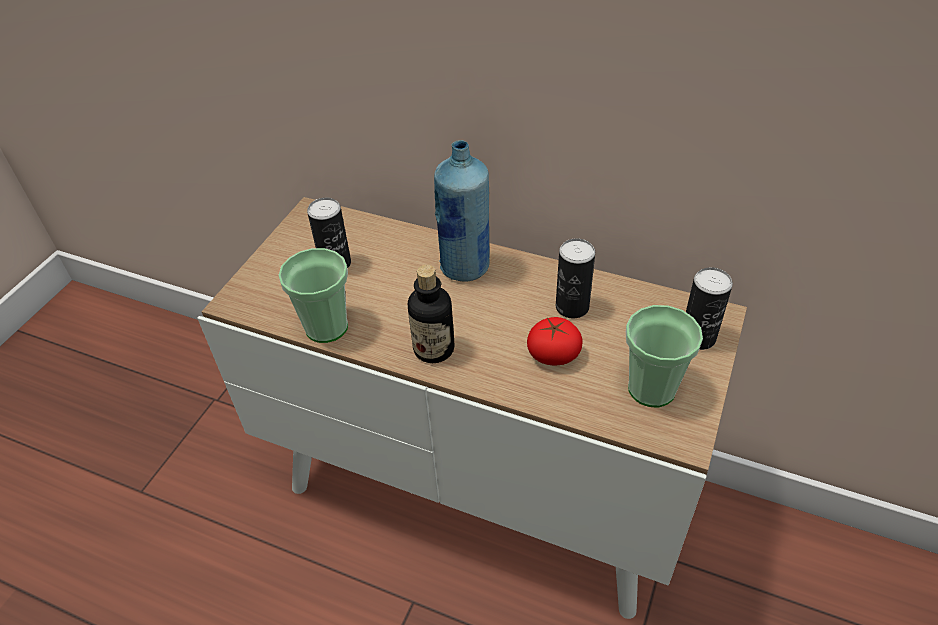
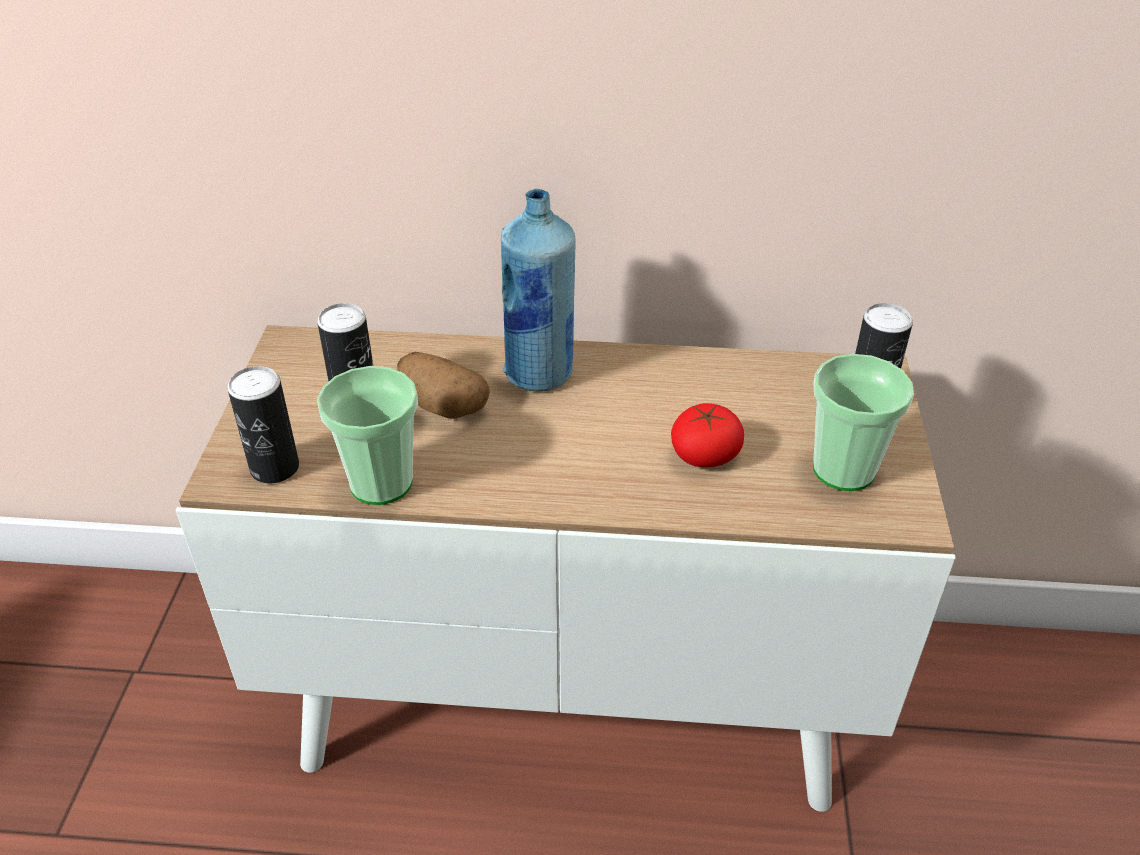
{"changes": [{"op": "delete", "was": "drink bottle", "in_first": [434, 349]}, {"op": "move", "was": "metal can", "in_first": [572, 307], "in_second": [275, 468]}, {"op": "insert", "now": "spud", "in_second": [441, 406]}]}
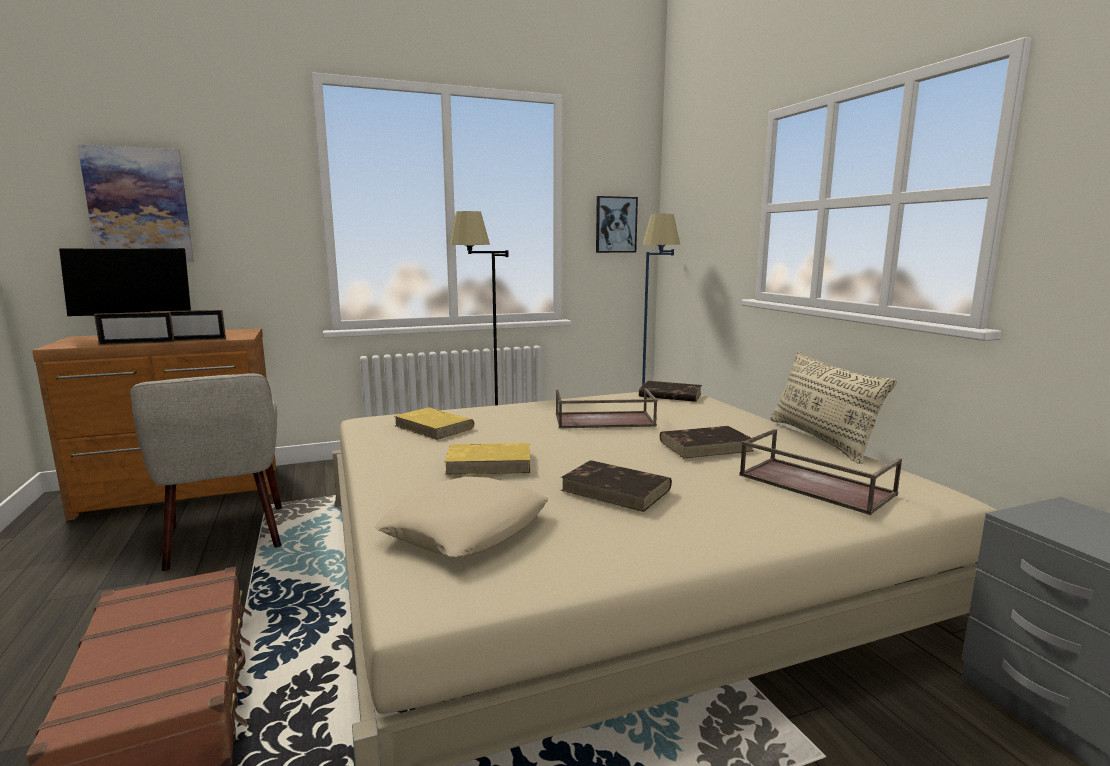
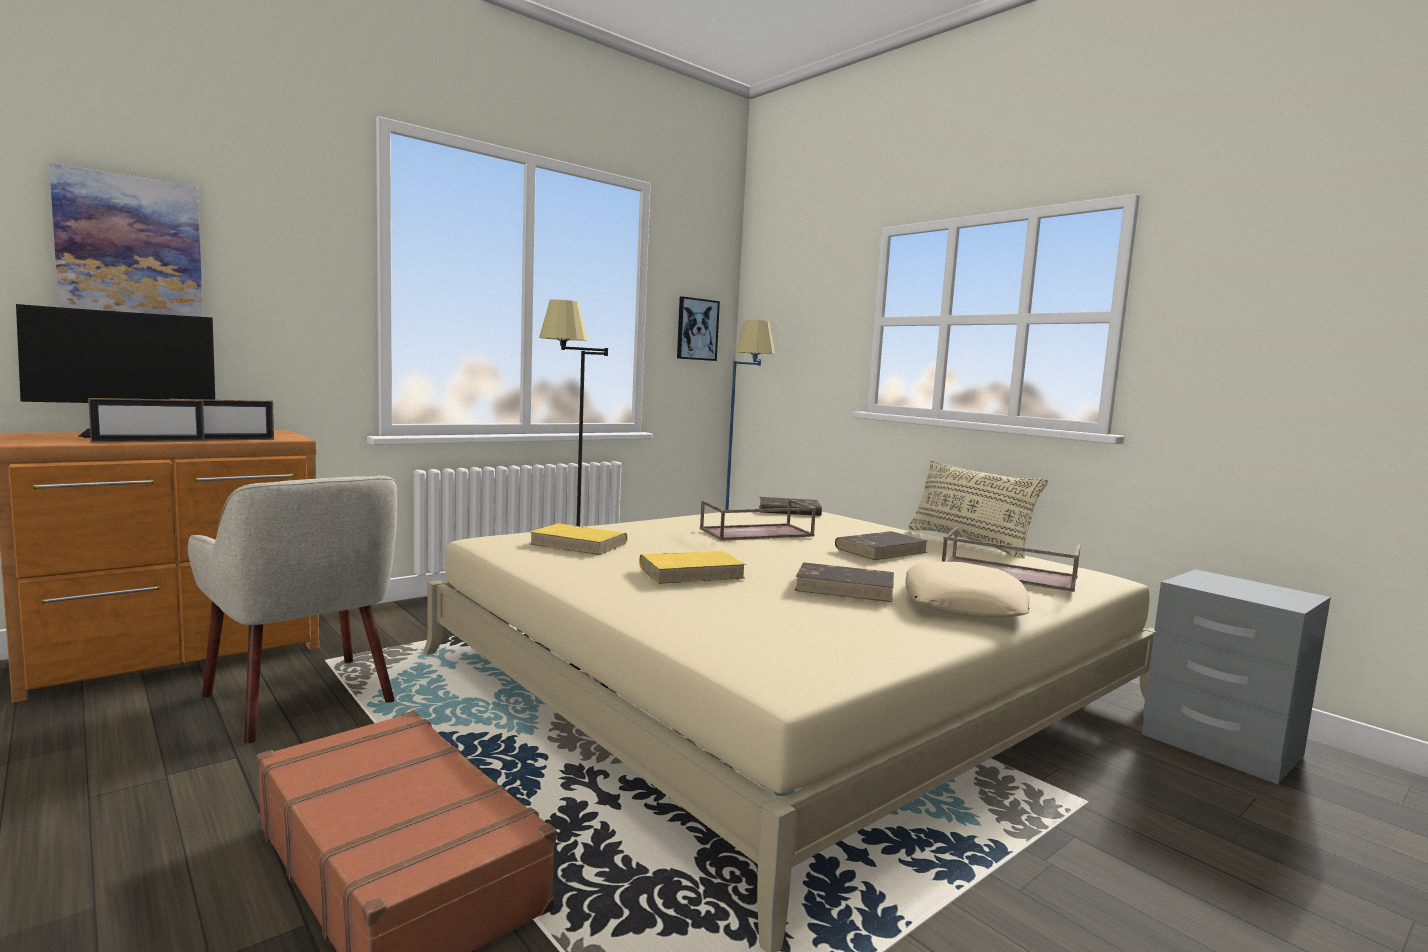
{"changes": [{"op": "move", "was": "beige throw pillow", "in_first": [466, 529], "in_second": [963, 604]}]}
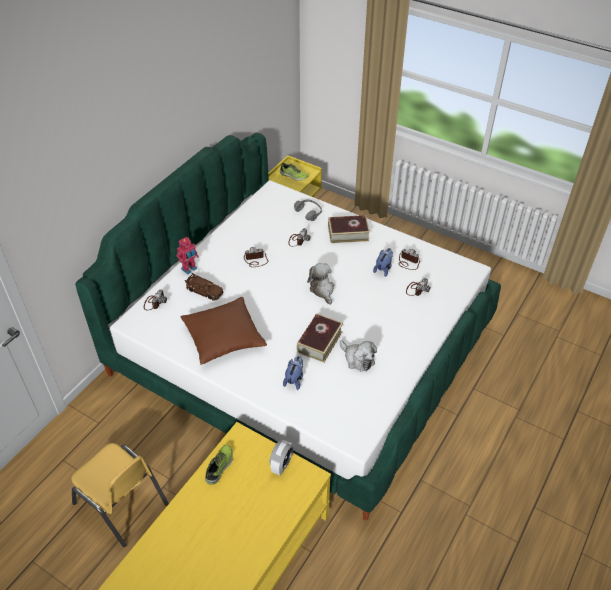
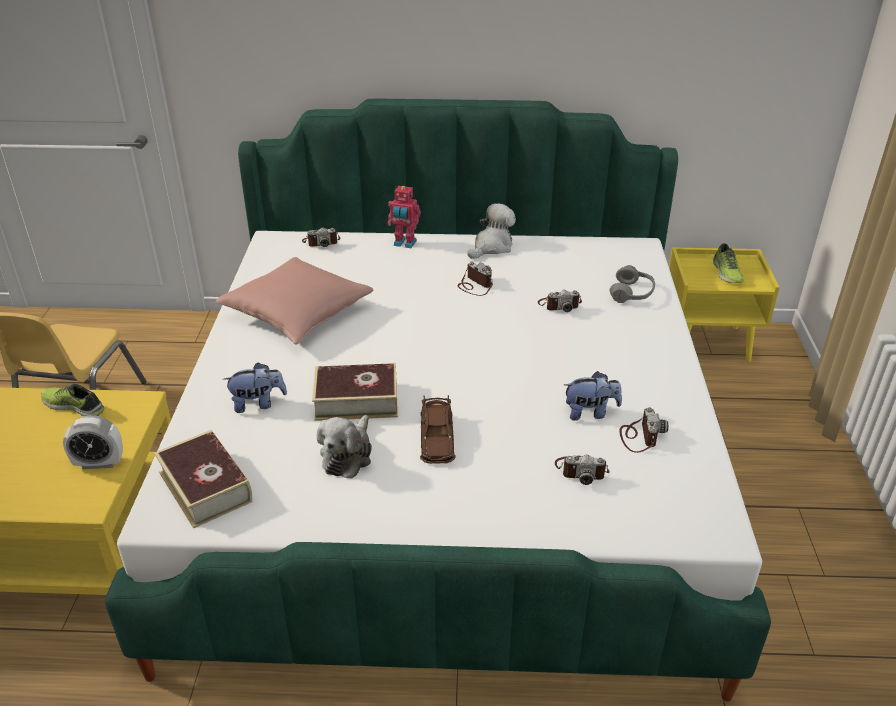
{"changes": [{"op": "recolor", "was": "brown throw pillow", "now": "pinkish throw pillow", "in_first": [223, 338], "in_second": [297, 313]}, {"op": "move", "was": "brown toy car", "in_first": [204, 290], "in_second": [437, 438]}, {"op": "rotate", "was": "low shoe", "in_first": [220, 466], "in_second": [74, 406], "clockwise": -150}, {"op": "move", "was": "plush toy", "in_first": [322, 290], "in_second": [492, 247]}, {"op": "move", "was": "bound book", "in_first": [348, 233], "in_second": [205, 487]}]}
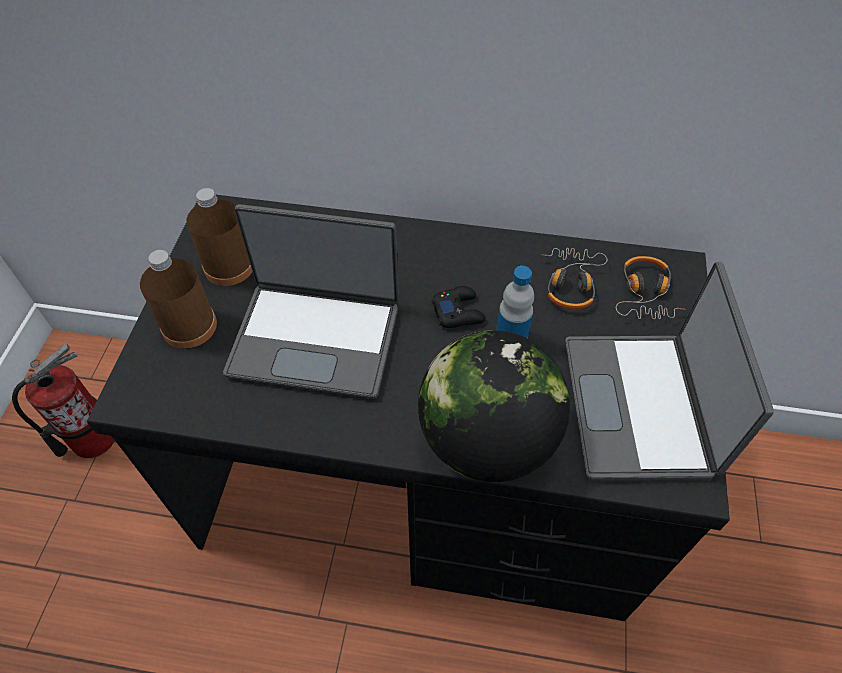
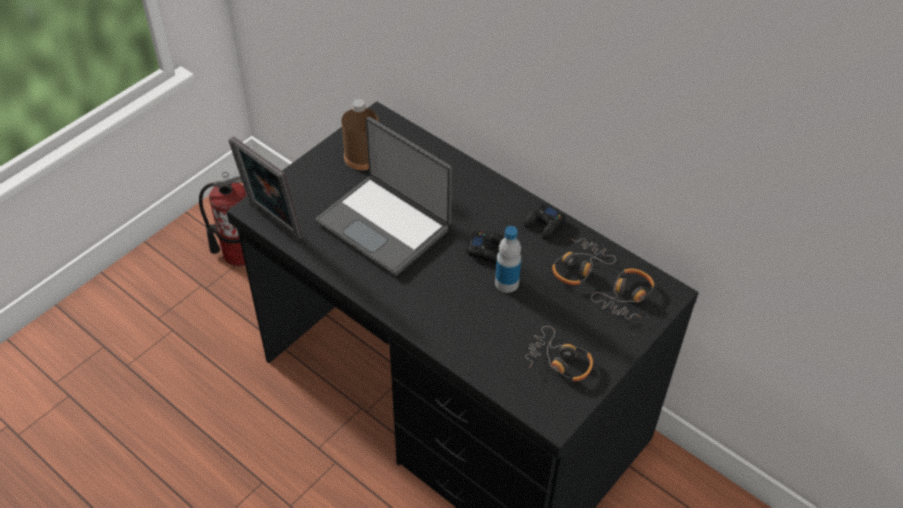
{"changes": [{"op": "delete", "was": "brown drink bottle", "in_first": [189, 326]}, {"op": "delete", "was": "globe", "in_first": [487, 440]}, {"op": "replace", "was": "portable computer", "now": "pair of headphones", "in_first": [640, 407], "in_second": [559, 361]}, {"op": "insert", "now": "picture frame", "in_second": [272, 223]}, {"op": "insert", "now": "blackish gamepad", "in_second": [544, 224]}]}
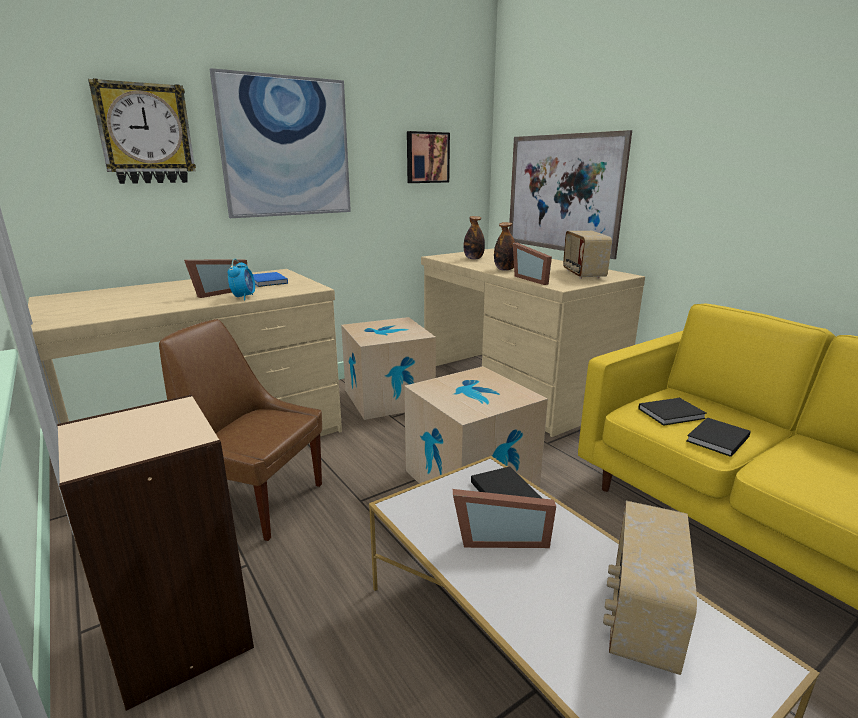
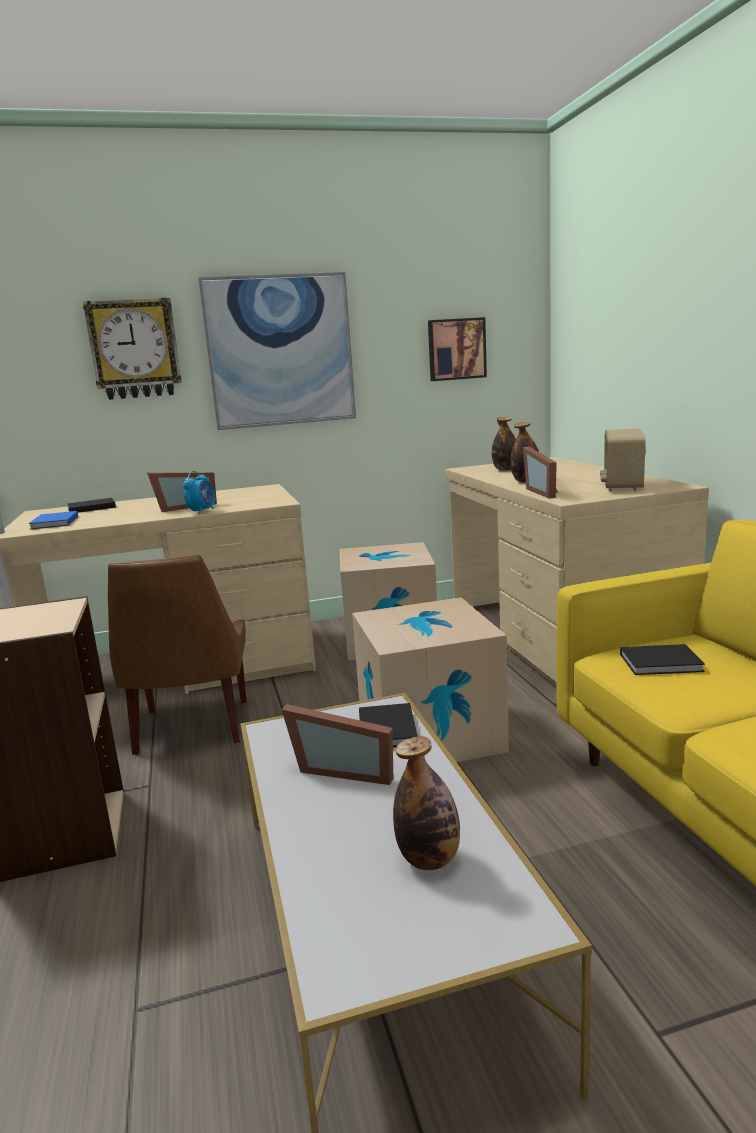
{"changes": [{"op": "rotate", "was": "brown upright chair", "in_first": [257, 501], "in_second": [192, 729], "clockwise": -135}, {"op": "move", "was": "blue bound book", "in_first": [267, 281], "in_second": [53, 523]}, {"op": "delete", "was": "wall art", "in_first": [562, 193]}, {"op": "replace", "was": "radio receiver", "now": "drink bottle", "in_first": [640, 617], "in_second": [429, 859]}, {"op": "move", "was": "blackish bound book", "in_first": [716, 439], "in_second": [90, 508]}]}
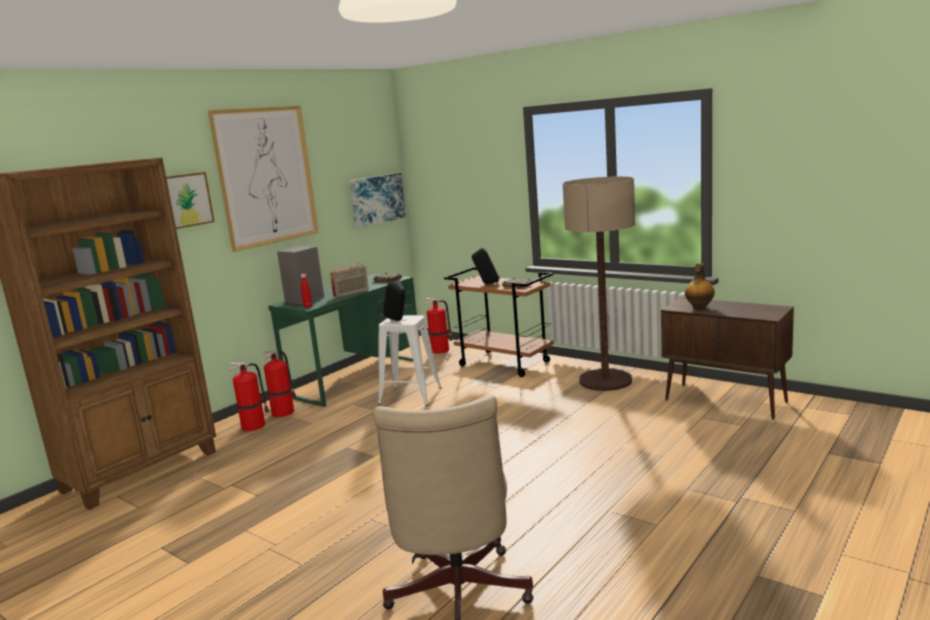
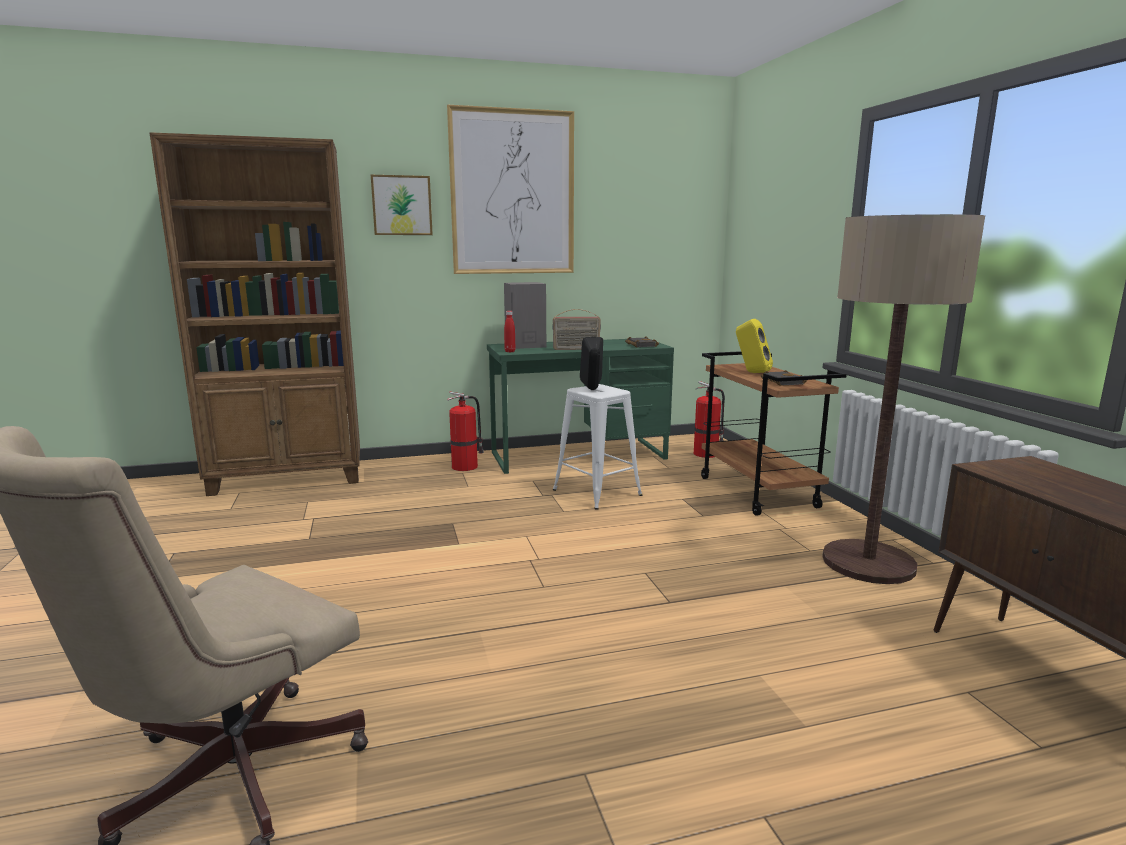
{"changes": [{"op": "delete", "was": "extinguisher", "in_first": [254, 426]}, {"op": "delete", "was": "wall art", "in_first": [376, 199]}, {"op": "recolor", "was": "blackish speaker", "now": "yellowish speaker", "in_first": [487, 283], "in_second": [751, 372]}, {"op": "delete", "was": "drink bottle", "in_first": [699, 308]}]}
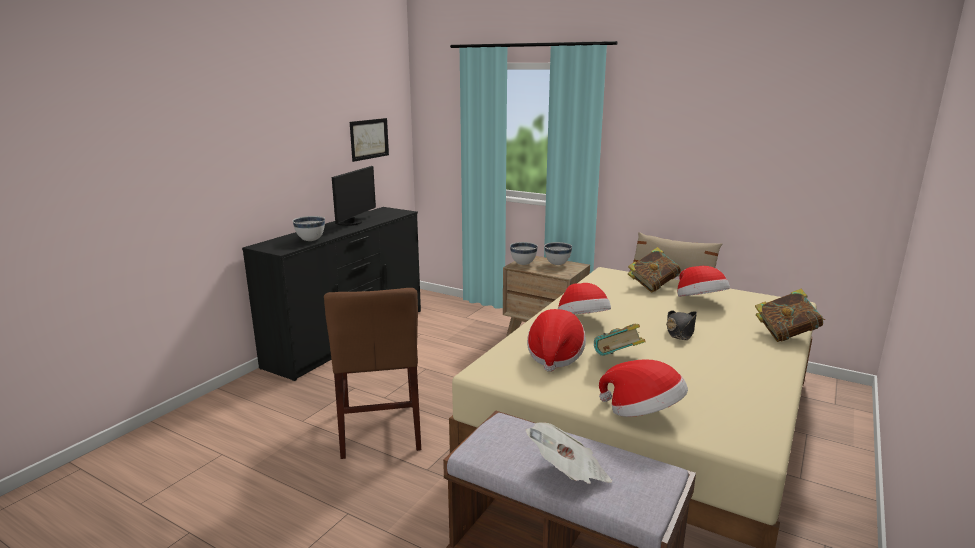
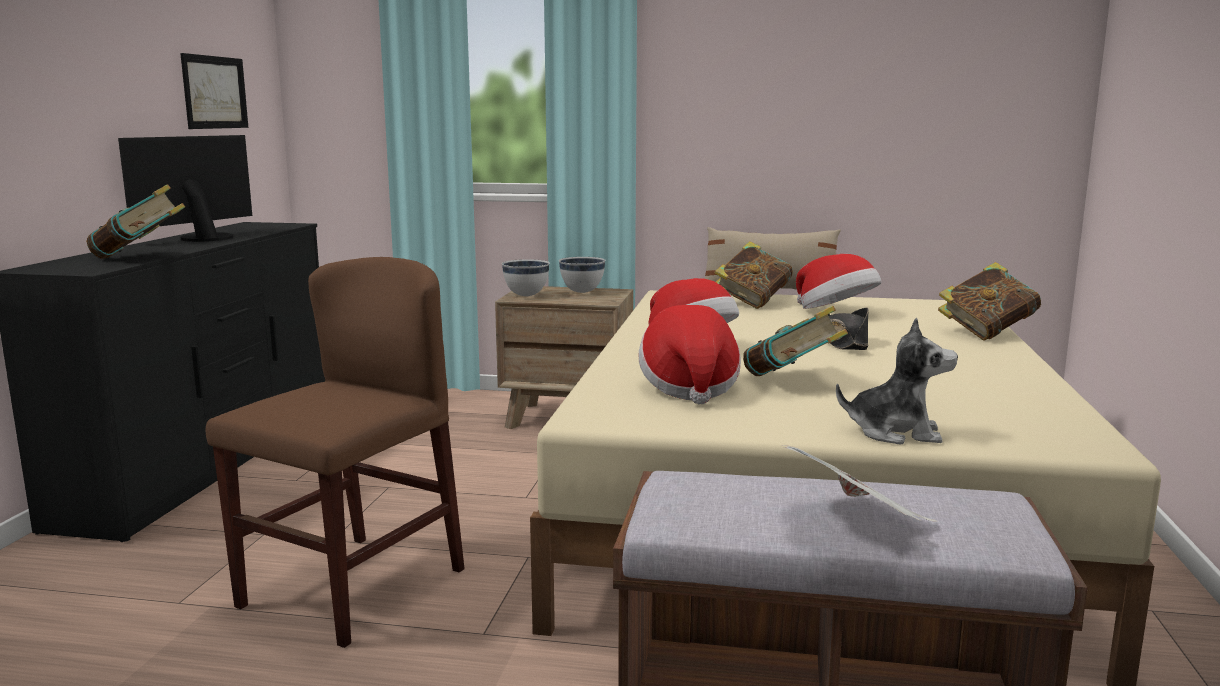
{"changes": [{"op": "replace", "was": "white-coloured deep dish", "now": "bound book", "in_first": [311, 240], "in_second": [139, 258]}, {"op": "rotate", "was": "brown upright chair", "in_first": [380, 428], "in_second": [353, 587], "clockwise": -120}, {"op": "rotate", "was": "computer display", "in_first": [352, 222], "in_second": [203, 238], "clockwise": -150}, {"op": "replace", "was": "wearable hat", "now": "plush toy", "in_first": [642, 413], "in_second": [895, 432]}]}
